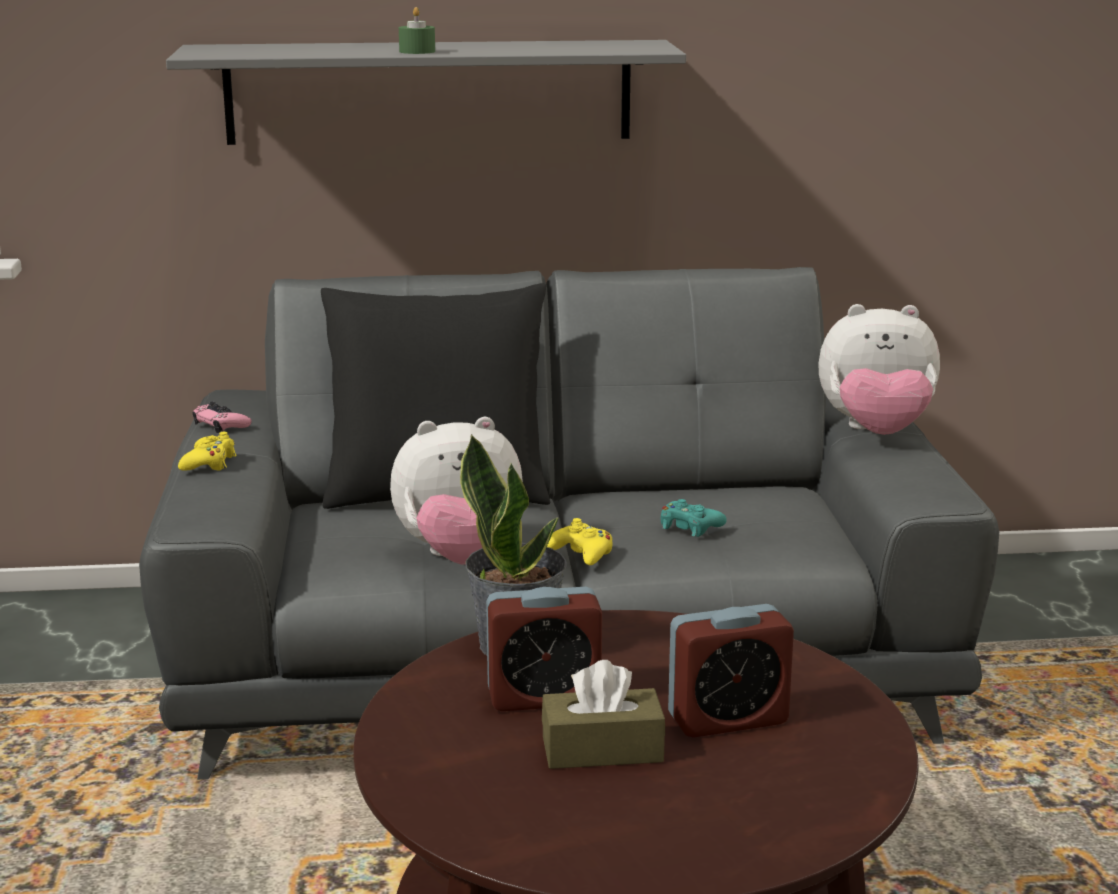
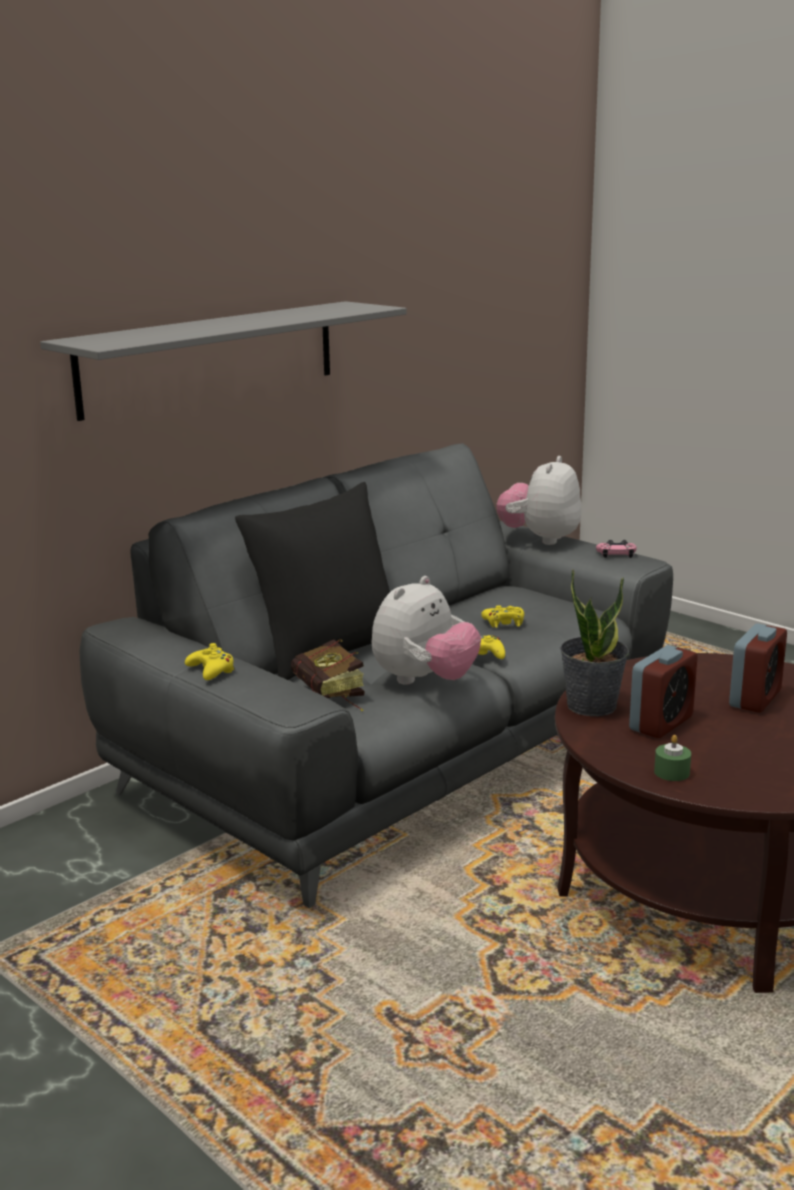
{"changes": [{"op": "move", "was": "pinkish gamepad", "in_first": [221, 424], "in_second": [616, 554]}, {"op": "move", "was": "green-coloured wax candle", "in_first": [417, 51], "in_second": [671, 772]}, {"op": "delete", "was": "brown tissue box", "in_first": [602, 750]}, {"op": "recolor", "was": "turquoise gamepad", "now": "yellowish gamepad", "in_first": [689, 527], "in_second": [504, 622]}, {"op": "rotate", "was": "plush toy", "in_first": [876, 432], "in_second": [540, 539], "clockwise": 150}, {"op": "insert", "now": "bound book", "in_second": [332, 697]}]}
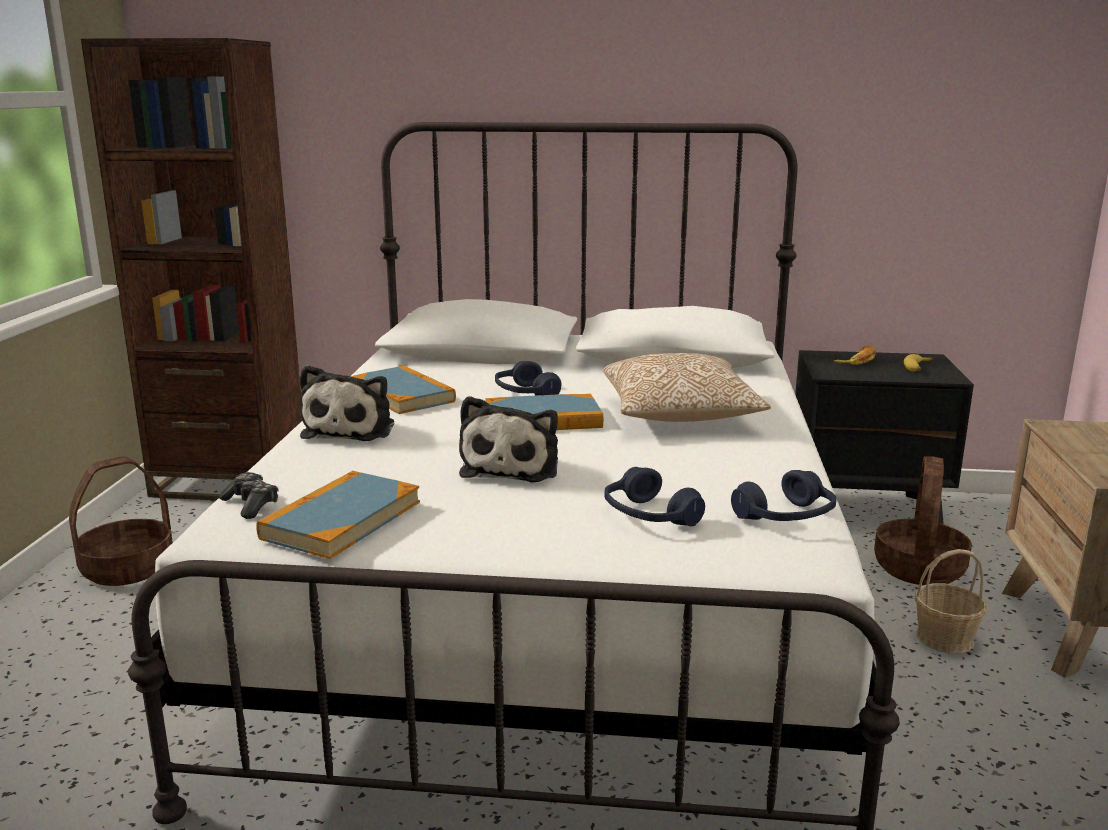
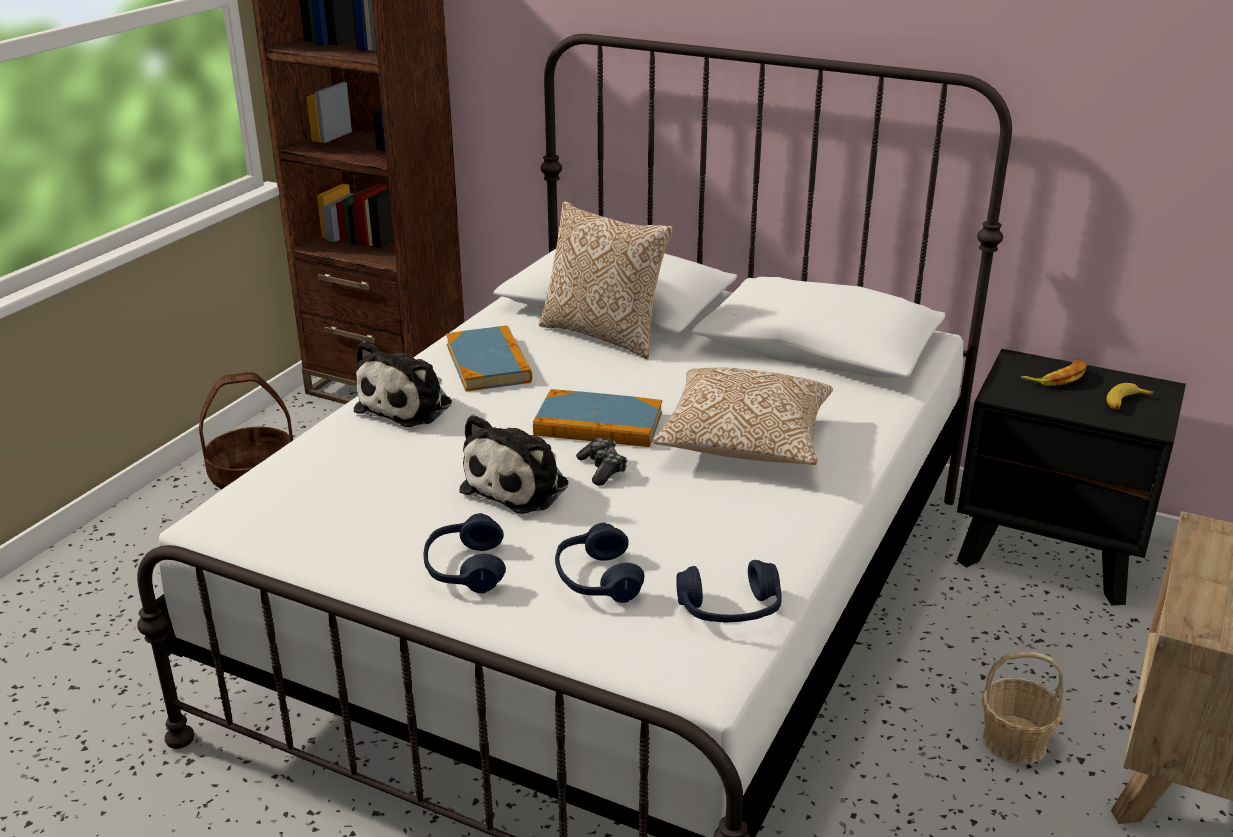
{"changes": [{"op": "move", "was": "gamepad", "in_first": [251, 505], "in_second": [602, 469]}, {"op": "delete", "was": "bound book", "in_first": [341, 520]}, {"op": "move", "was": "blue pair of headphones", "in_first": [525, 394], "in_second": [465, 568]}, {"op": "delete", "was": "basket", "in_first": [918, 568]}, {"op": "insert", "now": "throw pillow", "in_second": [605, 334]}]}
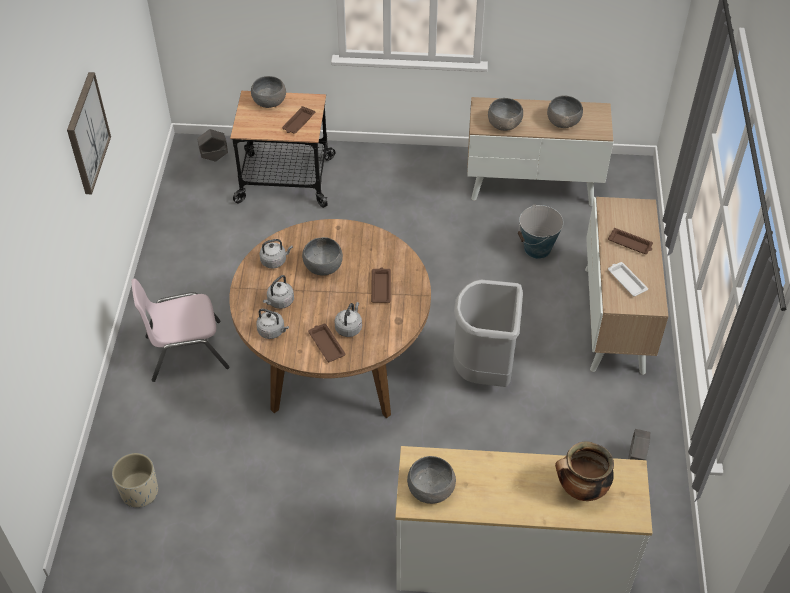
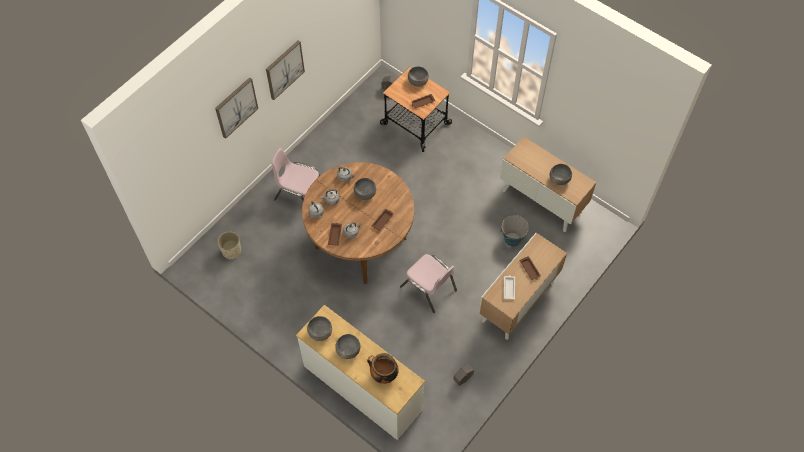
{"changes": [{"op": "replace", "was": "gray rubbish bin", "now": "pinkish upright chair", "in_first": [484, 371], "in_second": [429, 288]}, {"op": "move", "was": "gray deep dish", "in_first": [504, 124], "in_second": [348, 350]}, {"op": "insert", "now": "wall art", "in_second": [236, 107]}]}
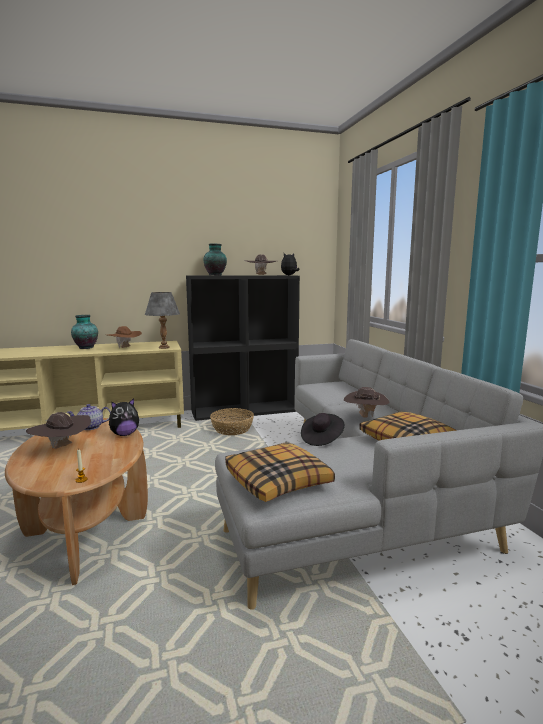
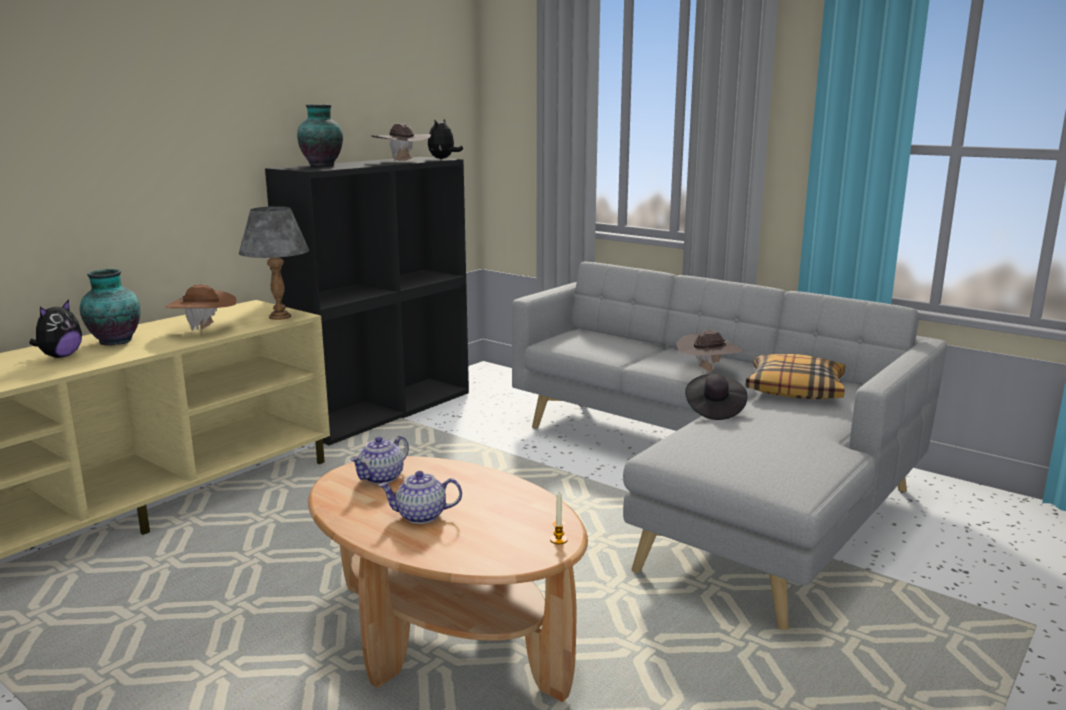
{"changes": [{"op": "replace", "was": "brown wearable hat", "now": "pot for tea", "in_first": [62, 448], "in_second": [421, 516]}, {"op": "move", "was": "plush toy", "in_first": [124, 434], "in_second": [60, 356]}, {"op": "delete", "was": "basket", "in_first": [232, 430]}, {"op": "delete", "was": "throw pillow", "in_first": [278, 481]}]}
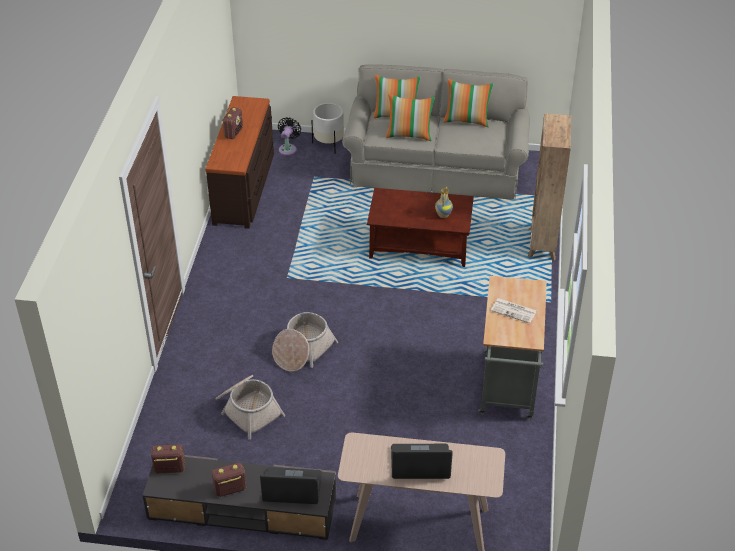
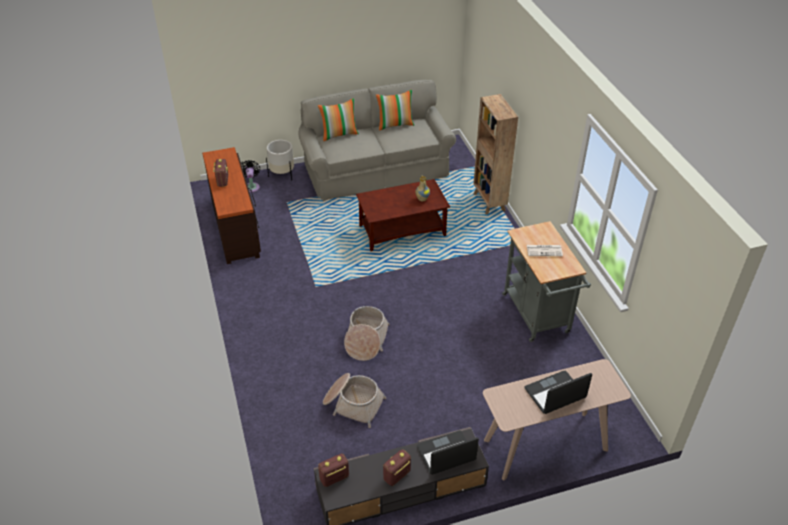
{"changes": [{"op": "delete", "was": "throw pillow", "in_first": [409, 135]}]}
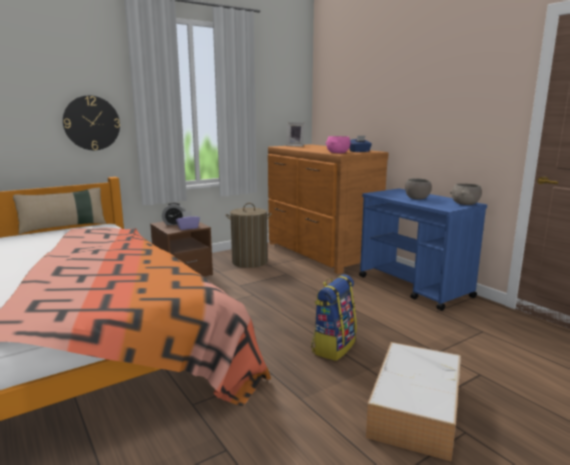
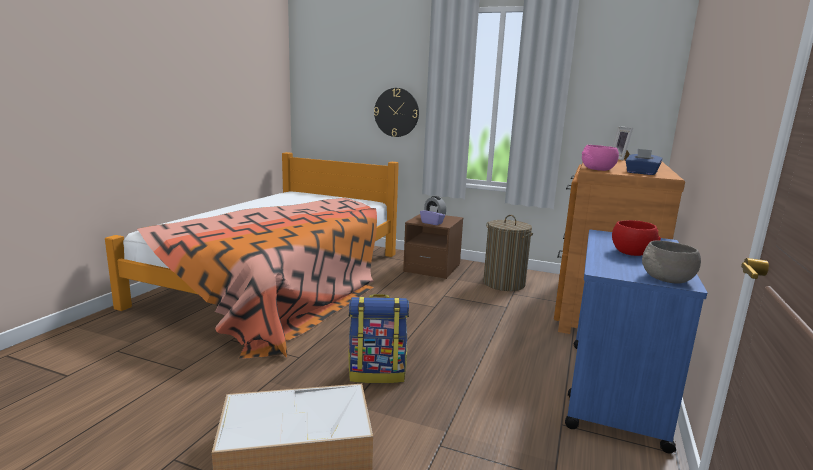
{"changes": [{"op": "delete", "was": "beige throw pillow", "in_first": [64, 227]}, {"op": "recolor", "was": "gray deep dish", "now": "red-coloured deep dish", "in_first": [416, 198], "in_second": [631, 252]}]}
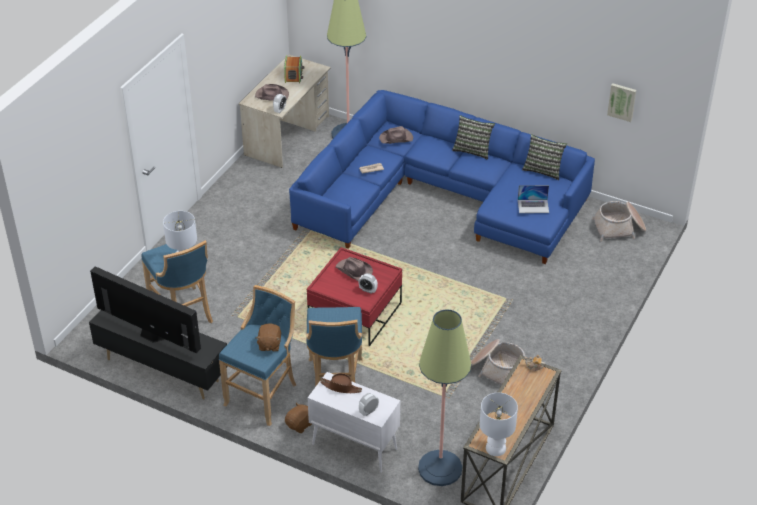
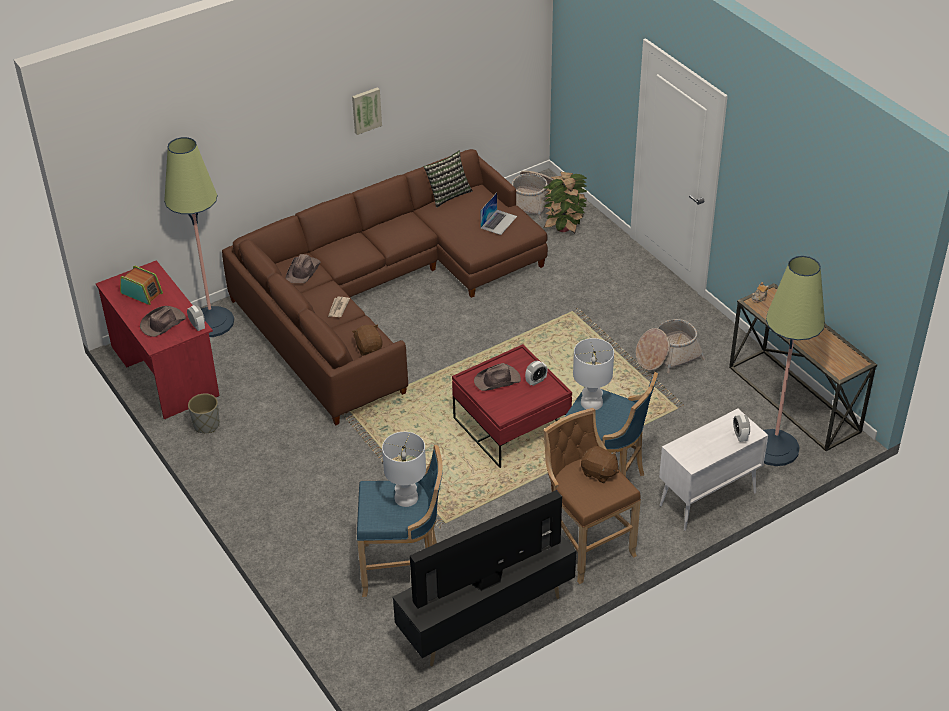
{"changes": [{"op": "recolor", "was": "blue stool", "now": "brown stool", "in_first": [264, 394], "in_second": [585, 543]}, {"op": "recolor", "was": "beige desk unit", "now": "red-coloured desk unit", "in_first": [287, 136], "in_second": [164, 371]}, {"op": "move", "was": "brown plush toy", "in_first": [300, 424], "in_second": [369, 348]}, {"op": "recolor", "was": "blue sofa", "now": "brown sofa", "in_first": [440, 196], "in_second": [381, 295]}, {"op": "delete", "was": "brown wearable hat", "in_first": [341, 387]}, {"op": "delete", "was": "throw pillow", "in_first": [472, 150]}, {"op": "move", "was": "white-coloured lamp for a table", "in_first": [495, 448], "in_second": [591, 403]}, {"op": "move", "was": "wall art", "in_first": [622, 101], "in_second": [366, 110]}, {"op": "insert", "now": "gray plant pot", "in_second": [206, 425]}, {"op": "insert", "now": "houseplant", "in_second": [564, 228]}]}
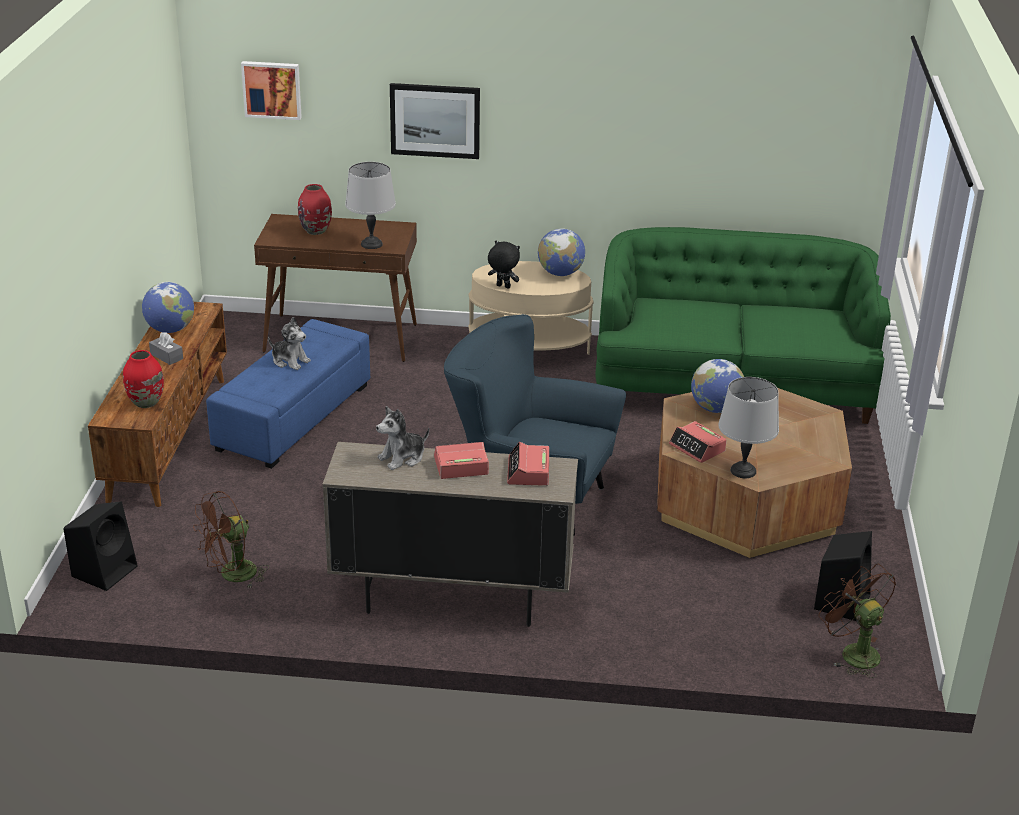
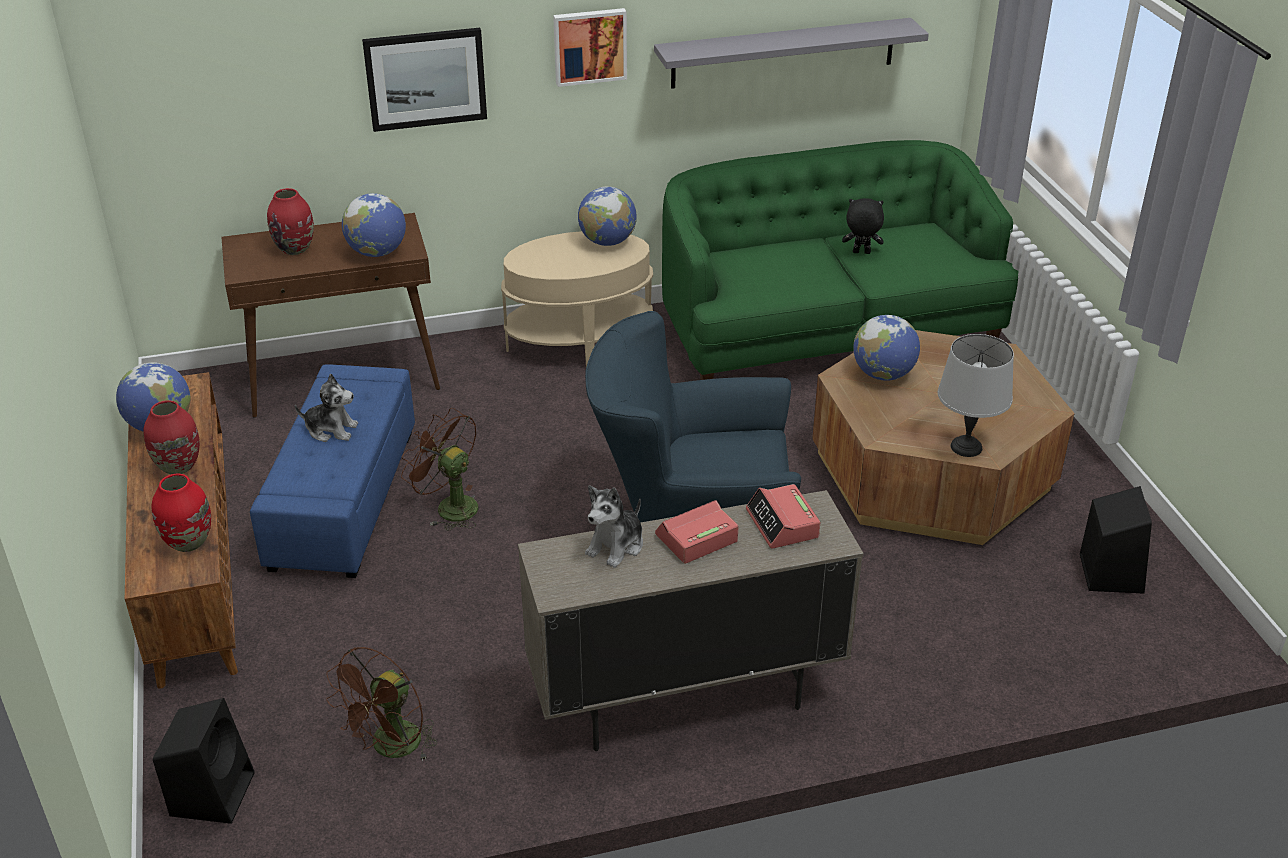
{"changes": [{"op": "replace", "was": "gray tissue box", "now": "red-coloured decorative vase", "in_first": [166, 356], "in_second": [177, 466]}, {"op": "move", "was": "wall art", "in_first": [272, 89], "in_second": [589, 46]}, {"op": "replace", "was": "gray lamp for a table", "now": "globe", "in_first": [371, 244], "in_second": [377, 252]}, {"op": "move", "was": "blackish plush toy", "in_first": [502, 287], "in_second": [861, 253]}, {"op": "delete", "was": "alarm clock", "in_first": [697, 448]}, {"op": "move", "was": "brown electric fan", "in_first": [853, 652], "in_second": [449, 506]}, {"op": "insert", "now": "gray wall shelf", "in_second": [783, 53]}]}
